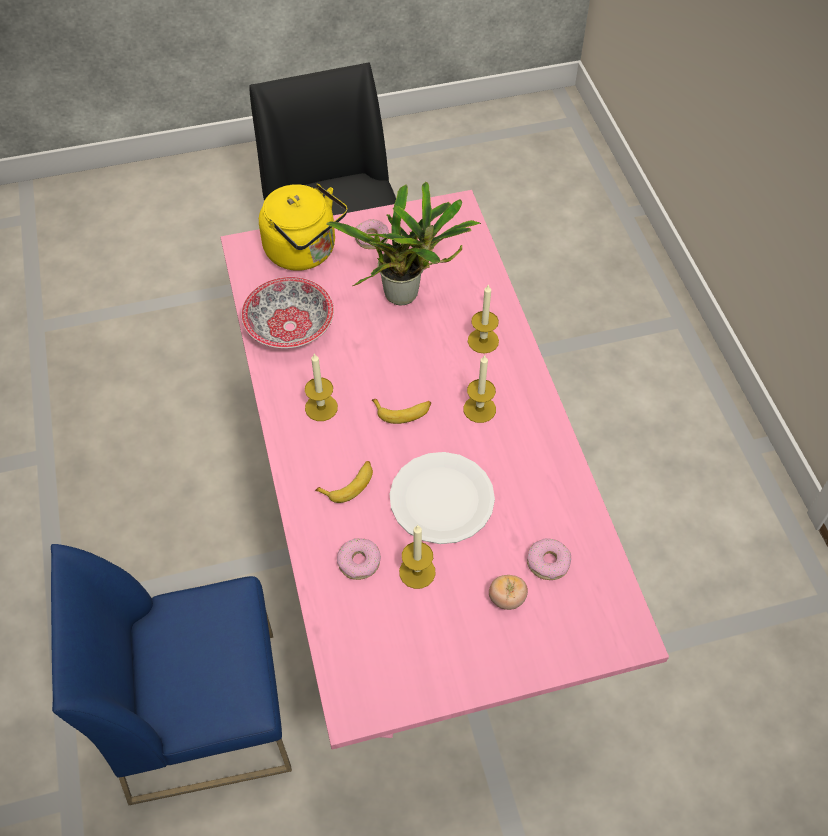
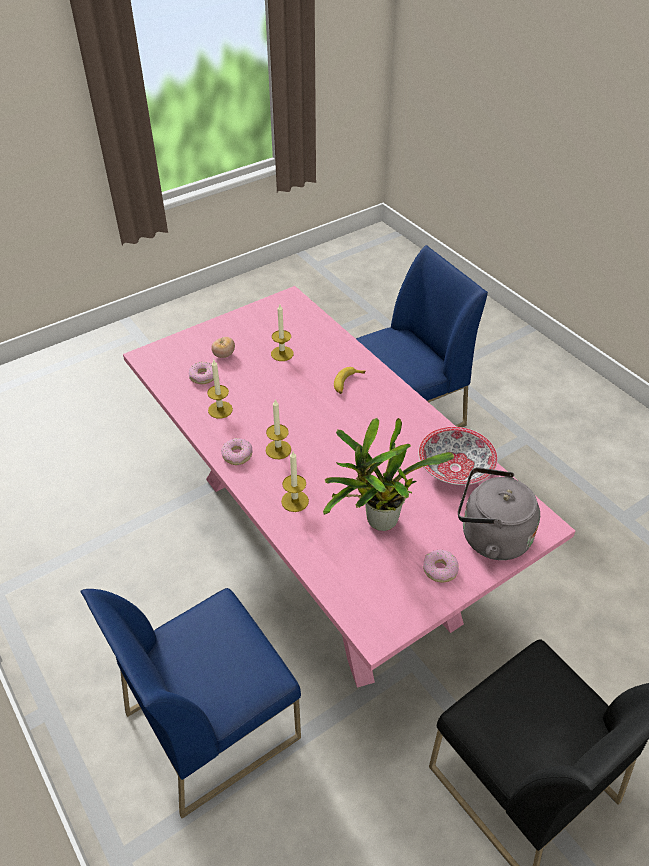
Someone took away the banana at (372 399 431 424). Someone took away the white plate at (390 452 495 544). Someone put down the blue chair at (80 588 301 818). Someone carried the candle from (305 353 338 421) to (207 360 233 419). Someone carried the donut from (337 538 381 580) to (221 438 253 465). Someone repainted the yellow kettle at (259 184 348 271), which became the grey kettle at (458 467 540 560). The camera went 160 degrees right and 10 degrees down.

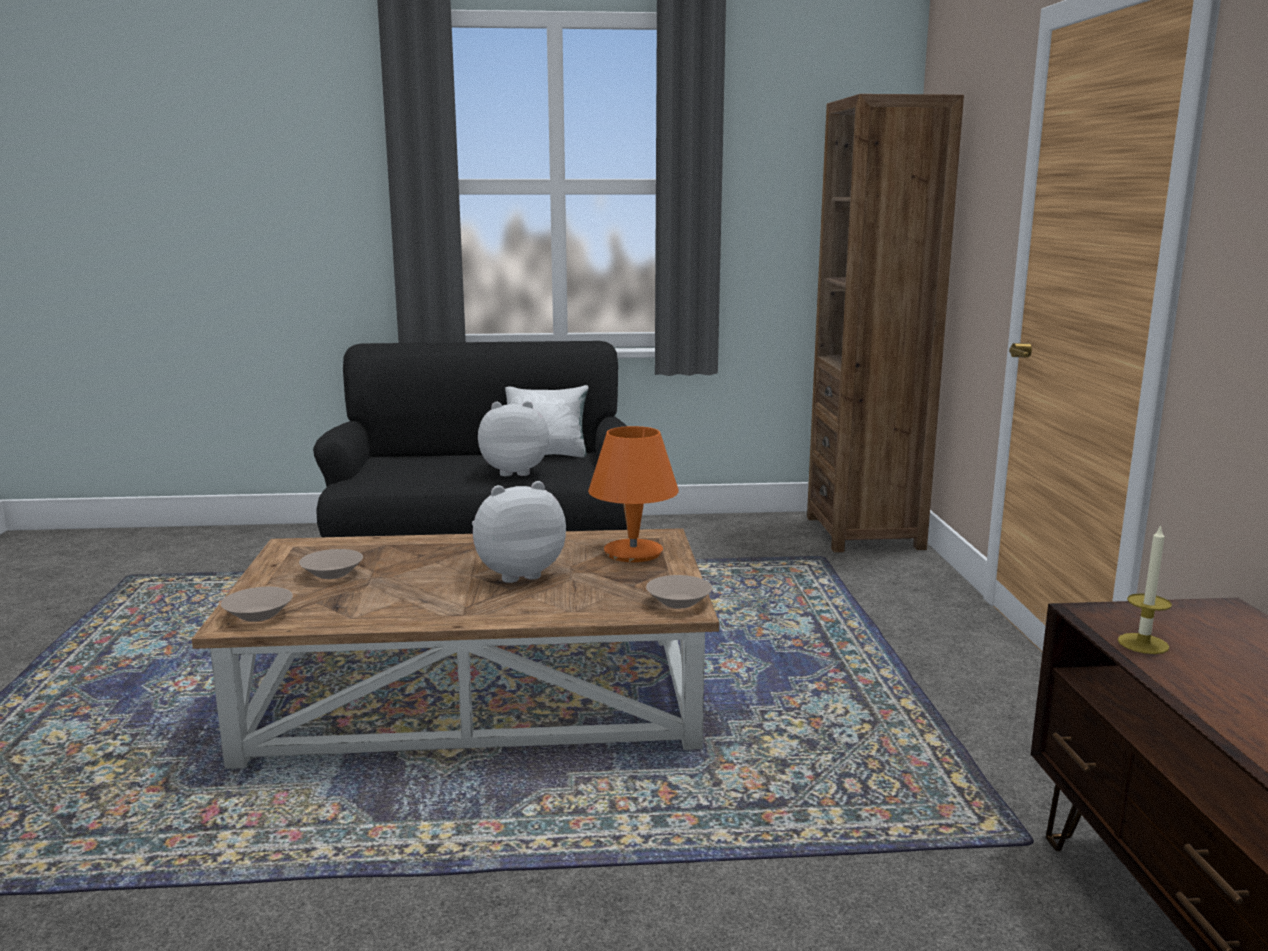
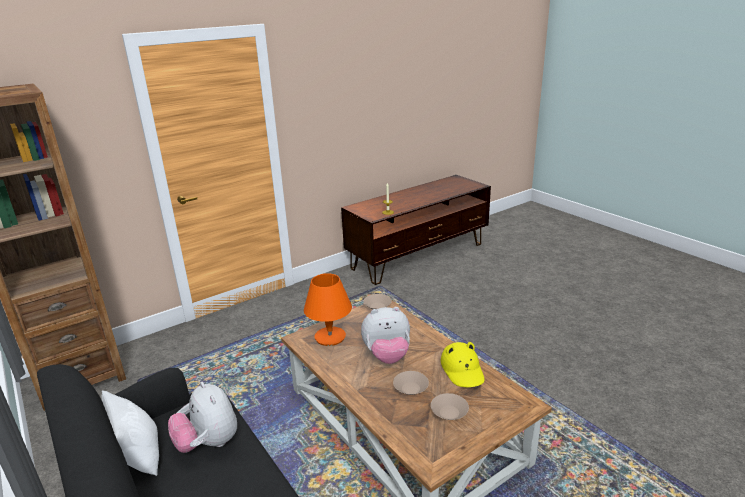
Someone put down the yellow hat at (441 342 485 387). Someone carried the beige bowl from (221 587 293 622) to (393 371 429 395). Someone rotated the plush toy at (472 481 566 583) by 45 degrees counterclockwise. The camera went 120 degrees left and 10 degrees up.

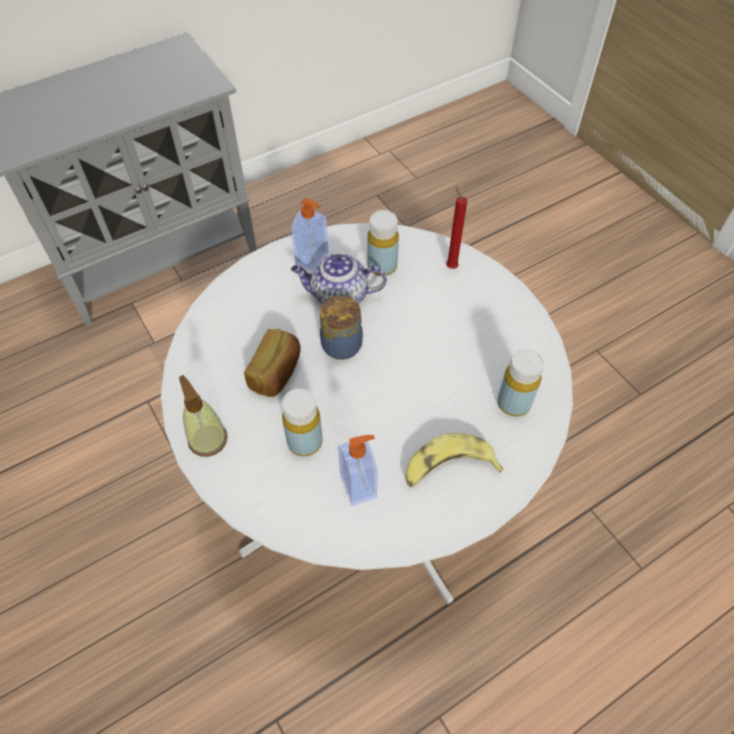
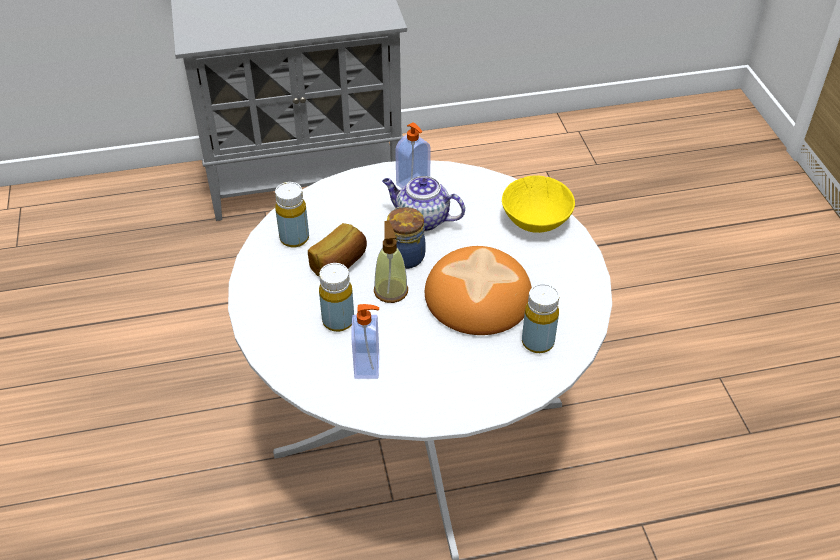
Someone took away the banana at (406 433 503 487). Someone put down the bread at (425 246 532 335). Someone carried the soap dispenser from (179 375 228 457) to (374 221 408 303). Someone carried the yellow bottle from (368 210 399 276) to (275 182 309 248). Someone swapped the red candle at (446 185 467 269) for the yellow bowl at (502 175 575 233). The camera went 20 degrees right and 10 degrees down.

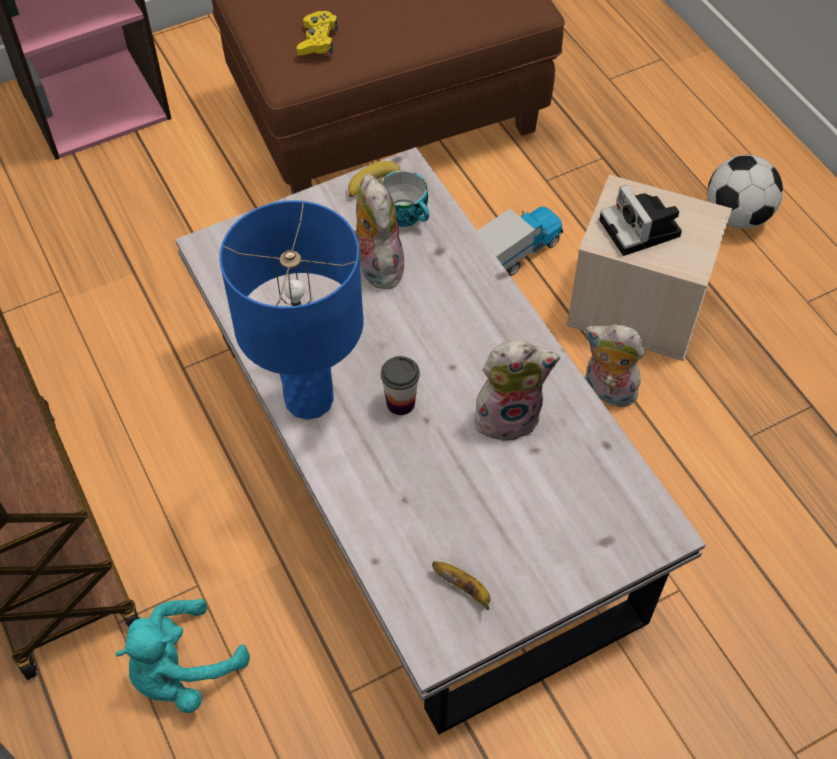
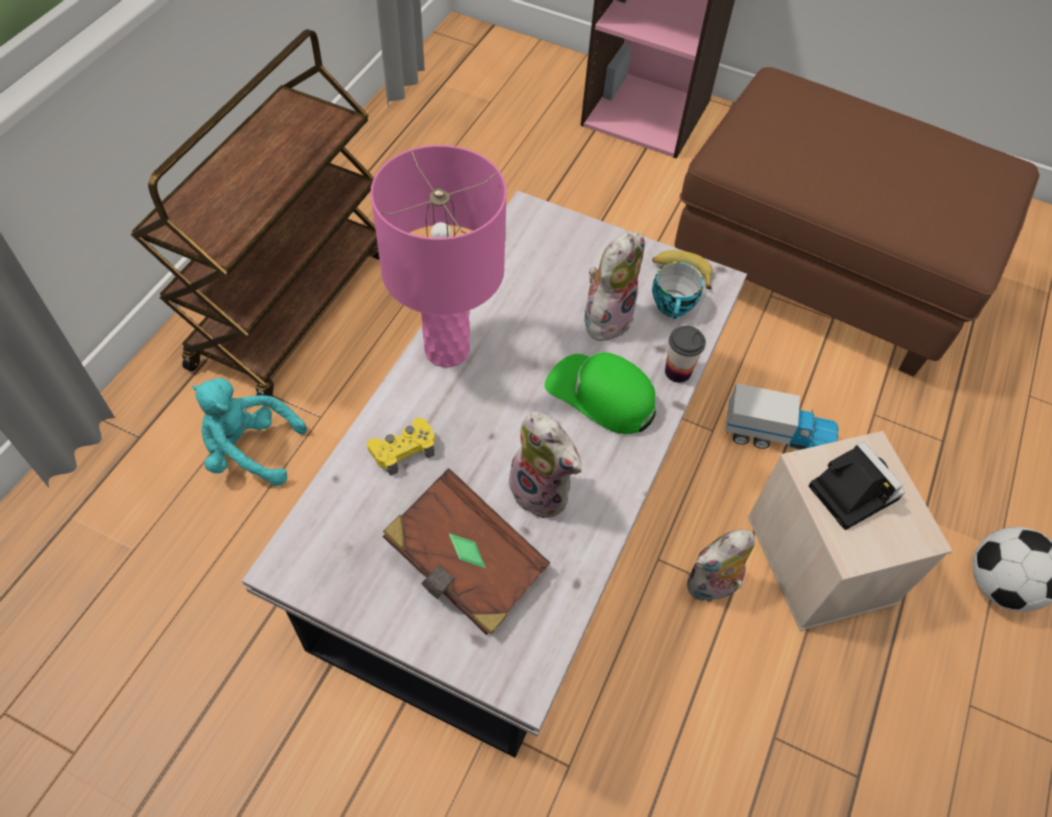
Someone took away the banana at (432 561 490 610). Someone put down the brown book at (383 468 550 635). Someone put down the green cap at (545 352 656 434). Someone carried the yellow game controller from (297 11 338 55) to (367 418 435 476). Someone carried the cup from (381 356 420 415) to (665 326 706 383). Someone repainted the blue table lamp at (219 200 364 420), which became the pink table lamp at (370 145 507 368). Someone rotated the plush toy at (585 324 645 407) by 105 degrees counterclockwise. Someone rotated the photo camera at (599 185 682 256) by 120 degrees clockwise. The camera went 50 degrees right and 0 degrees up.

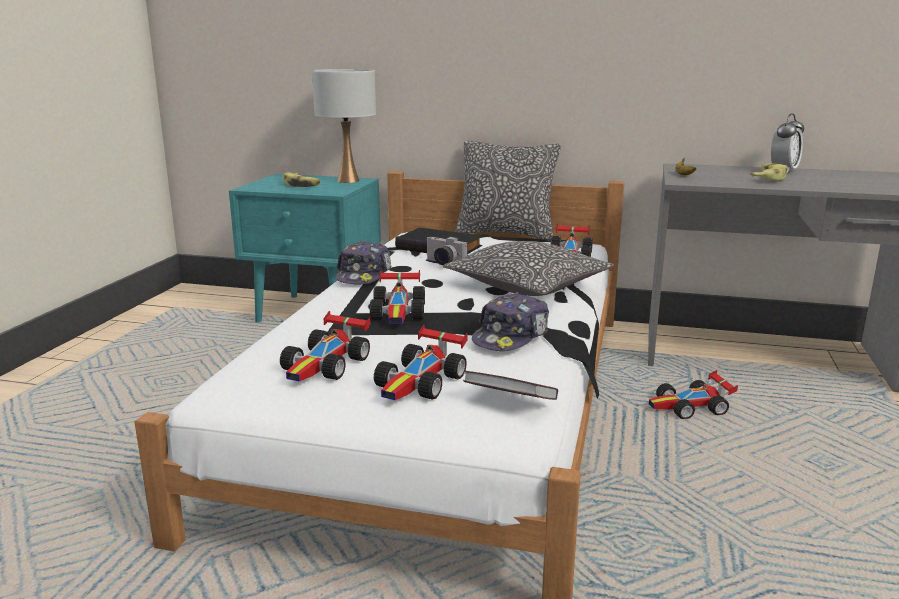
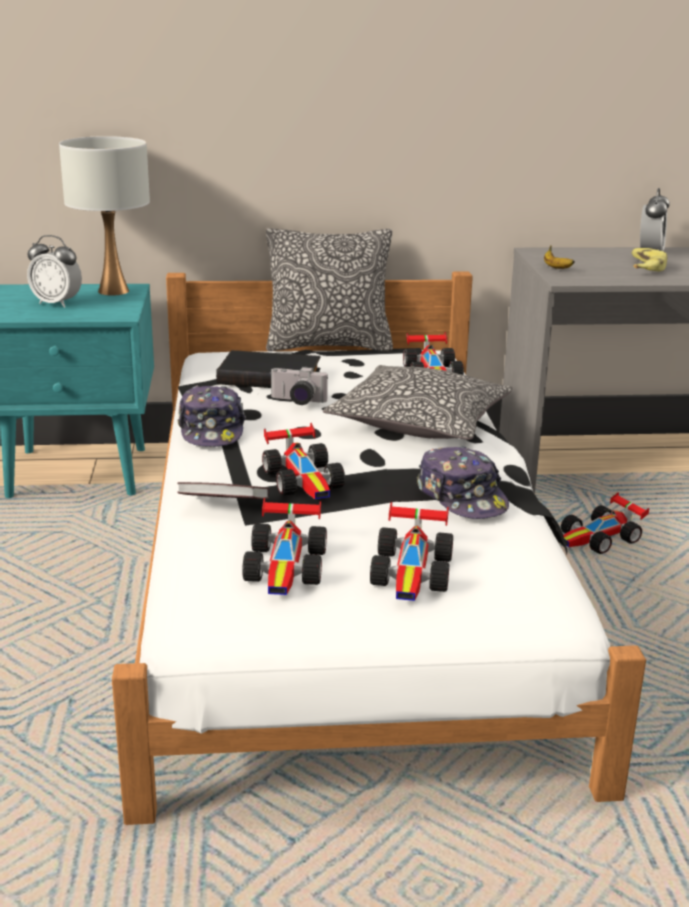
Someone carried the book from (463 371 558 400) to (177 482 269 499). Someone swapped the banana at (283 172 321 187) for the alarm clock at (27 235 82 308). Someone rotated the cap at (472 292 549 351) by 45 degrees counterclockwise. The camera went 20 degrees left and 5 degrees up.

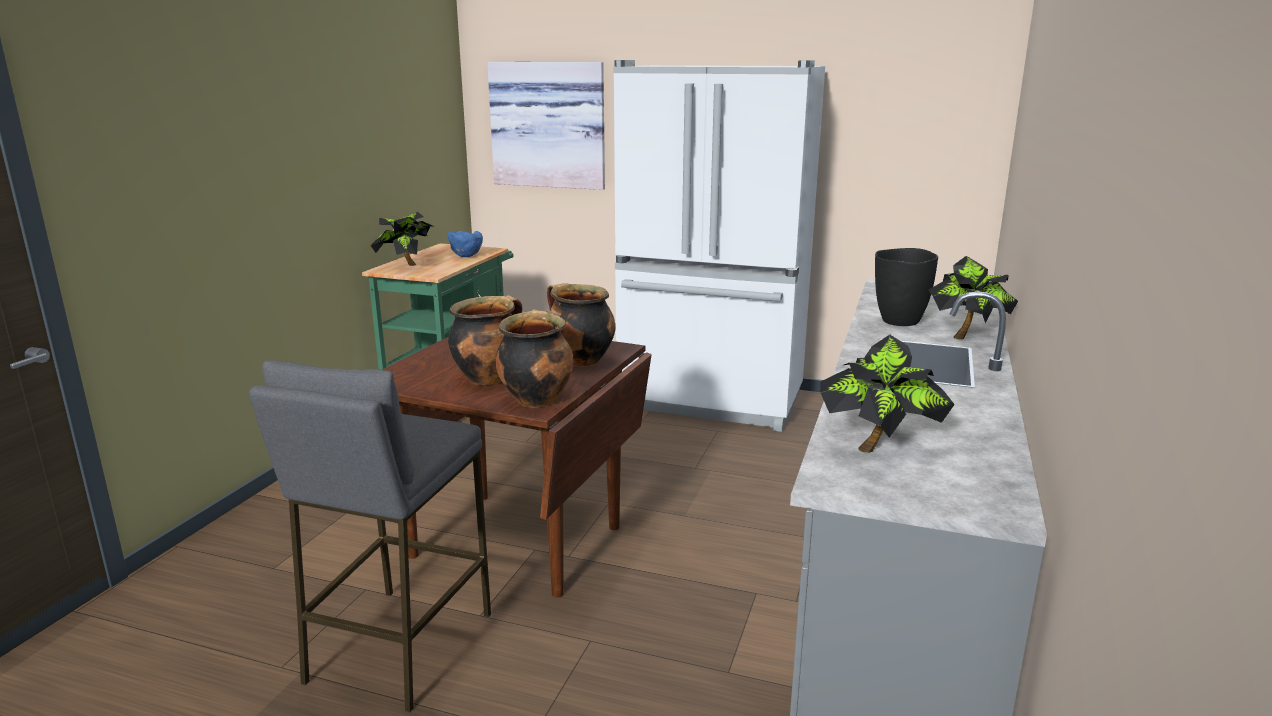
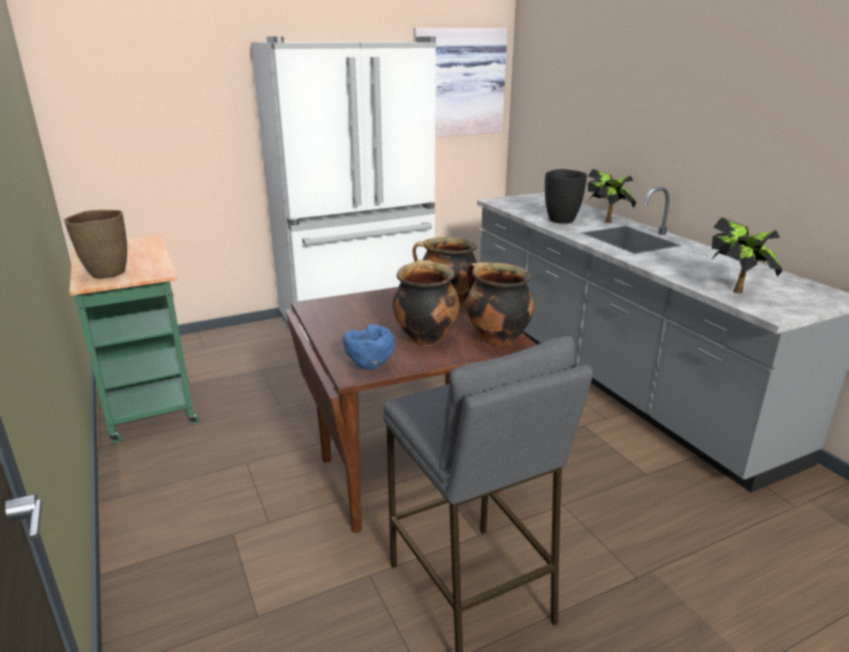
Someone carried the blue bowl from (448 231 483 257) to (343 324 395 370). Someone carried the picture from (487 62 605 190) to (414 28 507 137). Someone swapped the potted plant at (370 212 435 266) for the brown vase at (64 210 127 279). The camera went 45 degrees left and 5 degrees up.

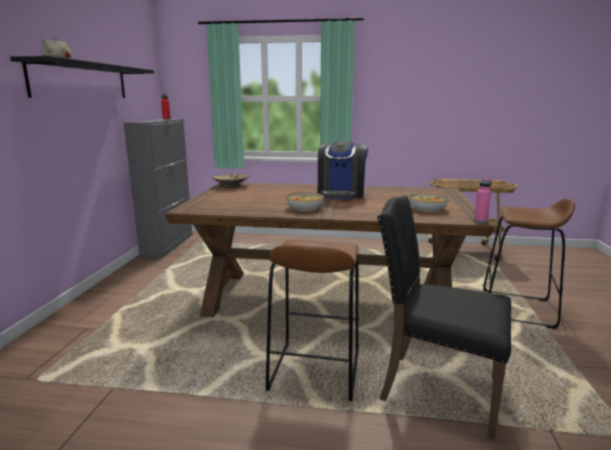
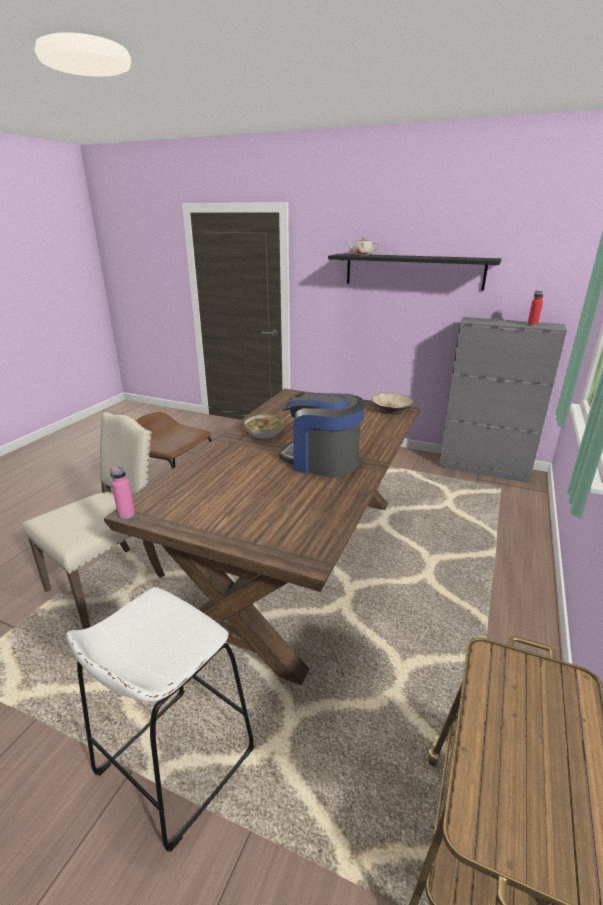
Someone took away the bowl at (409 193 449 212). Someone repainted the black chair at (377 195 511 440), which became the beige chair at (23 412 165 629). Someone repainted the brown stool at (483 199 575 329), which became the white stool at (66 587 254 852). The camera went 105 degrees right and 10 degrees up.

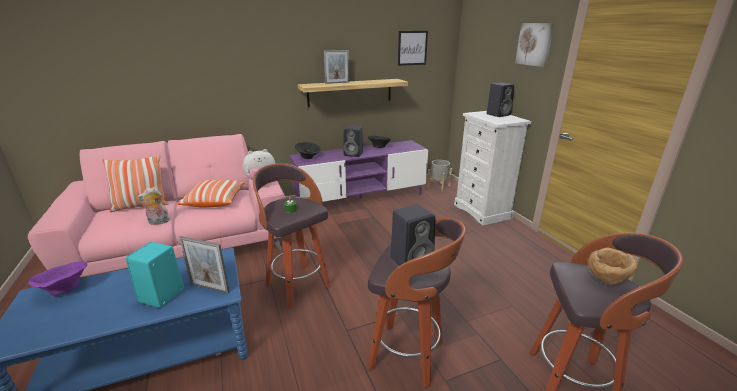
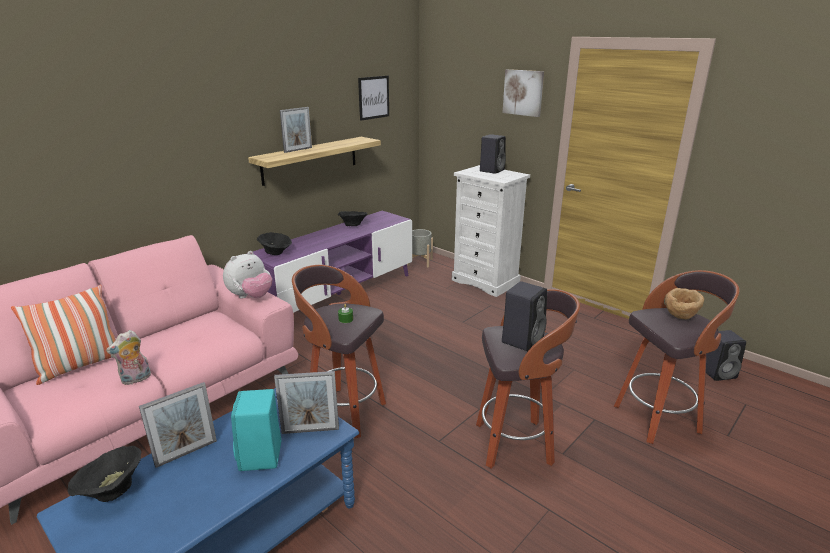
Someone took away the pillow at (177 180 245 208). Someone put down the picture frame at (139 382 217 468). Someone carried the black speaker from (343 125 363 157) to (706 330 746 381). Someone repainted the purple bowl at (28 261 88 296), which became the black bowl at (68 446 141 502). The camera went 25 degrees left and 0 degrees up.

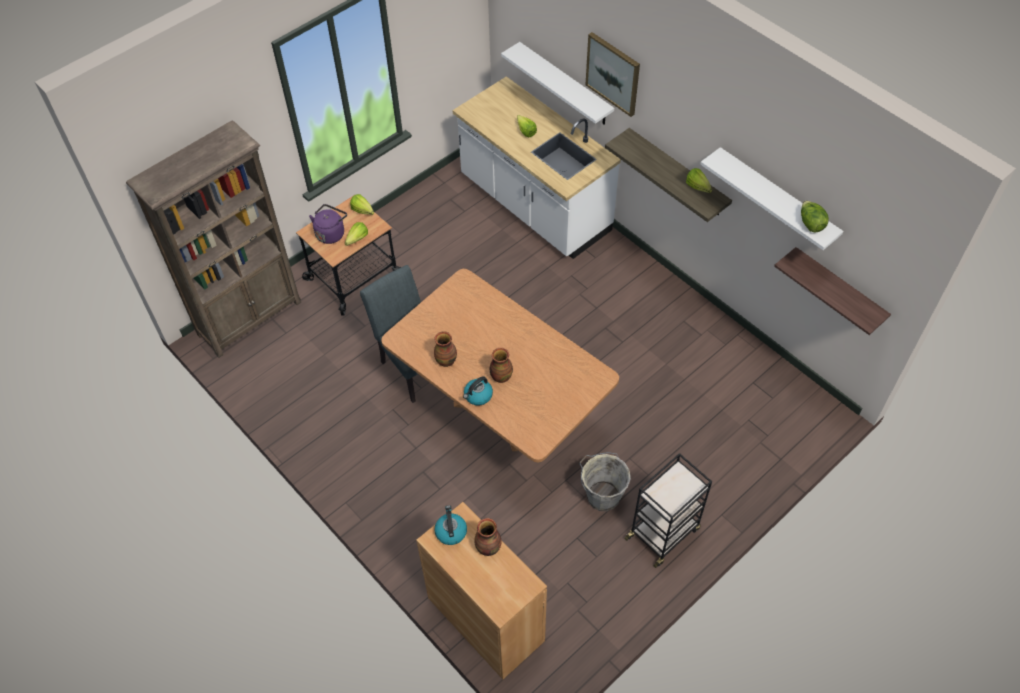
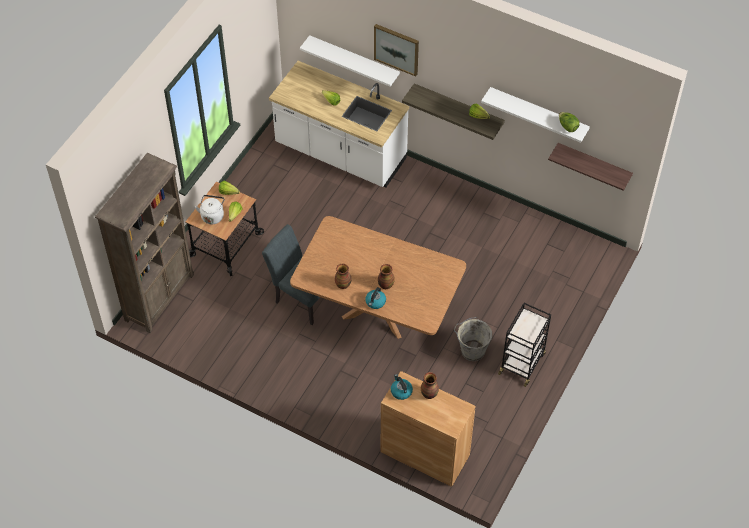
Someone repainted the purple kettle at (309 204 347 244), which became the white kettle at (195 195 225 224). The camera went 20 degrees left and 0 degrees up.

